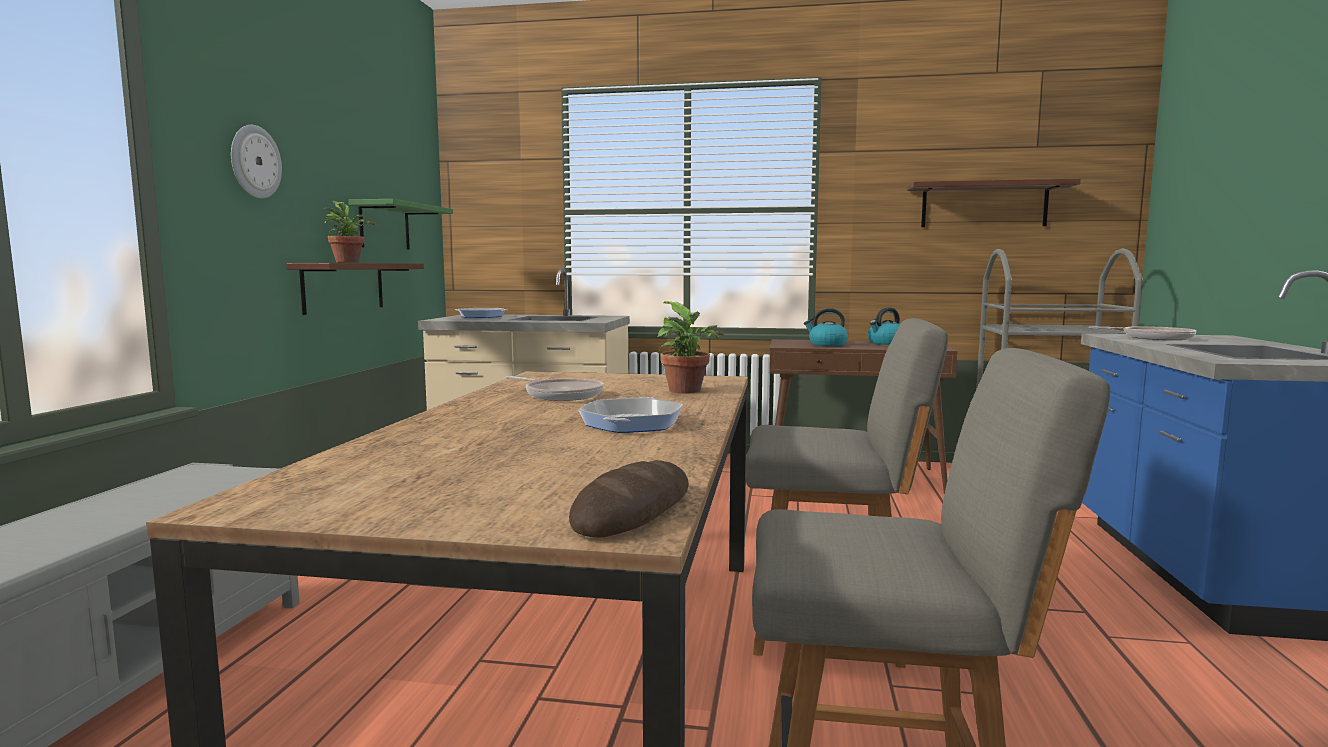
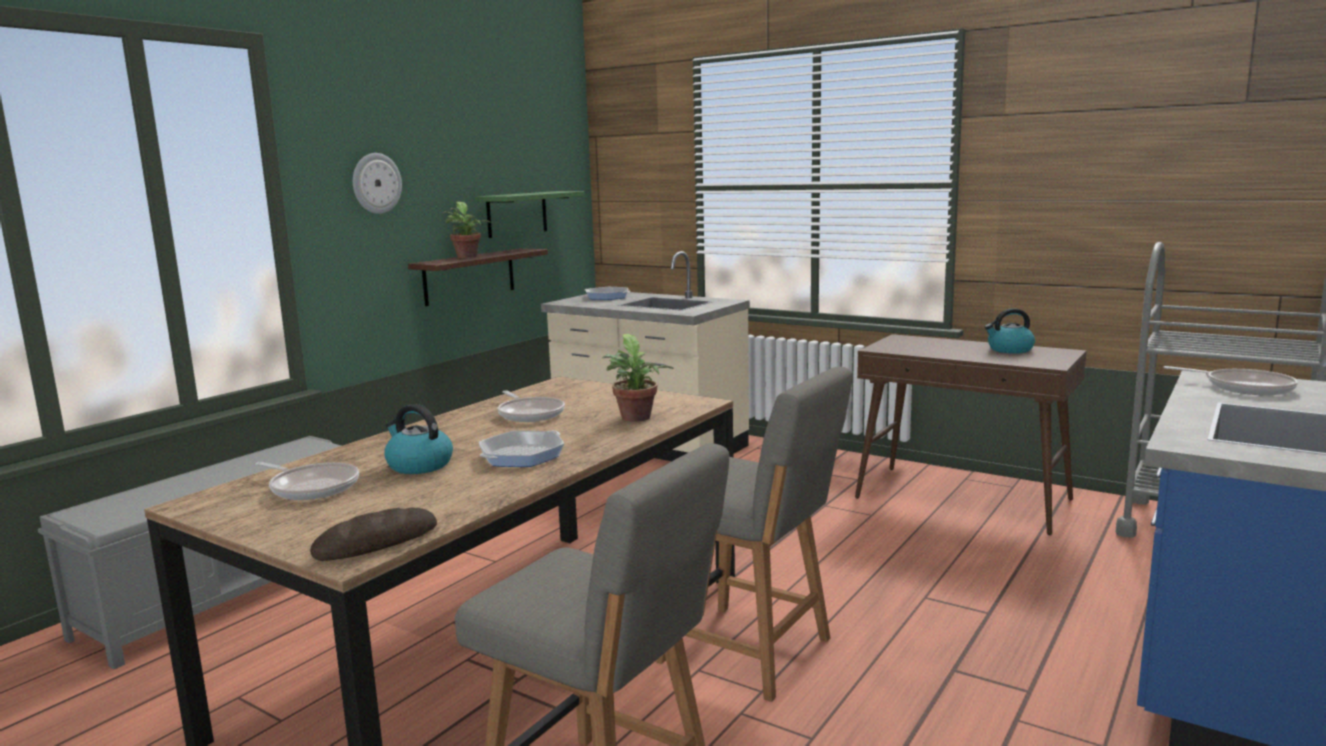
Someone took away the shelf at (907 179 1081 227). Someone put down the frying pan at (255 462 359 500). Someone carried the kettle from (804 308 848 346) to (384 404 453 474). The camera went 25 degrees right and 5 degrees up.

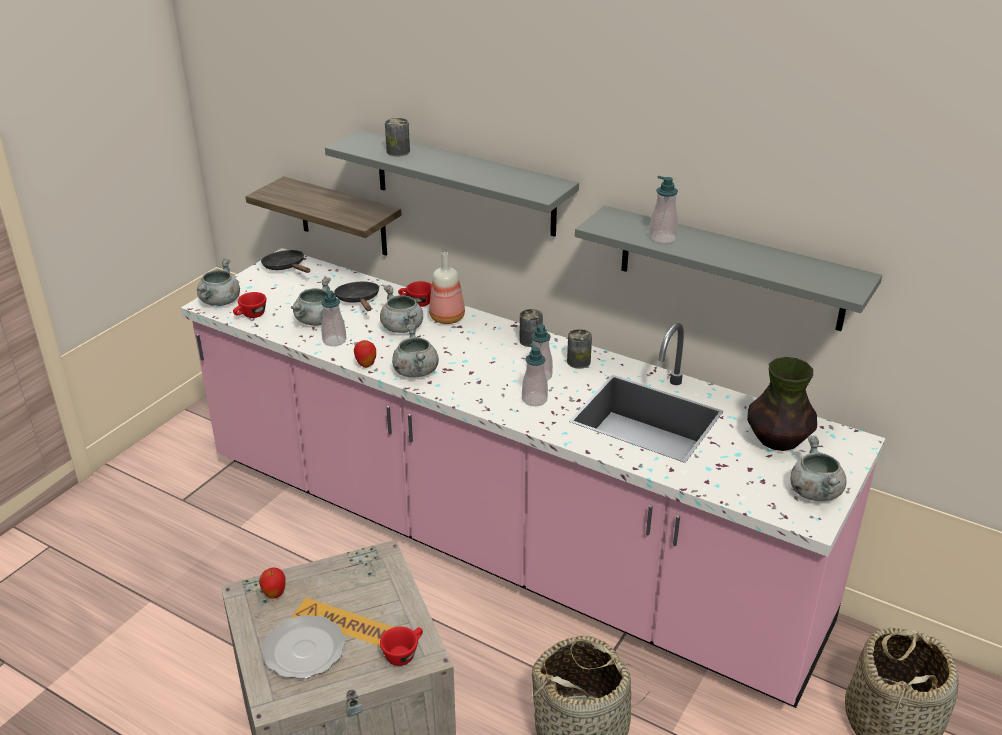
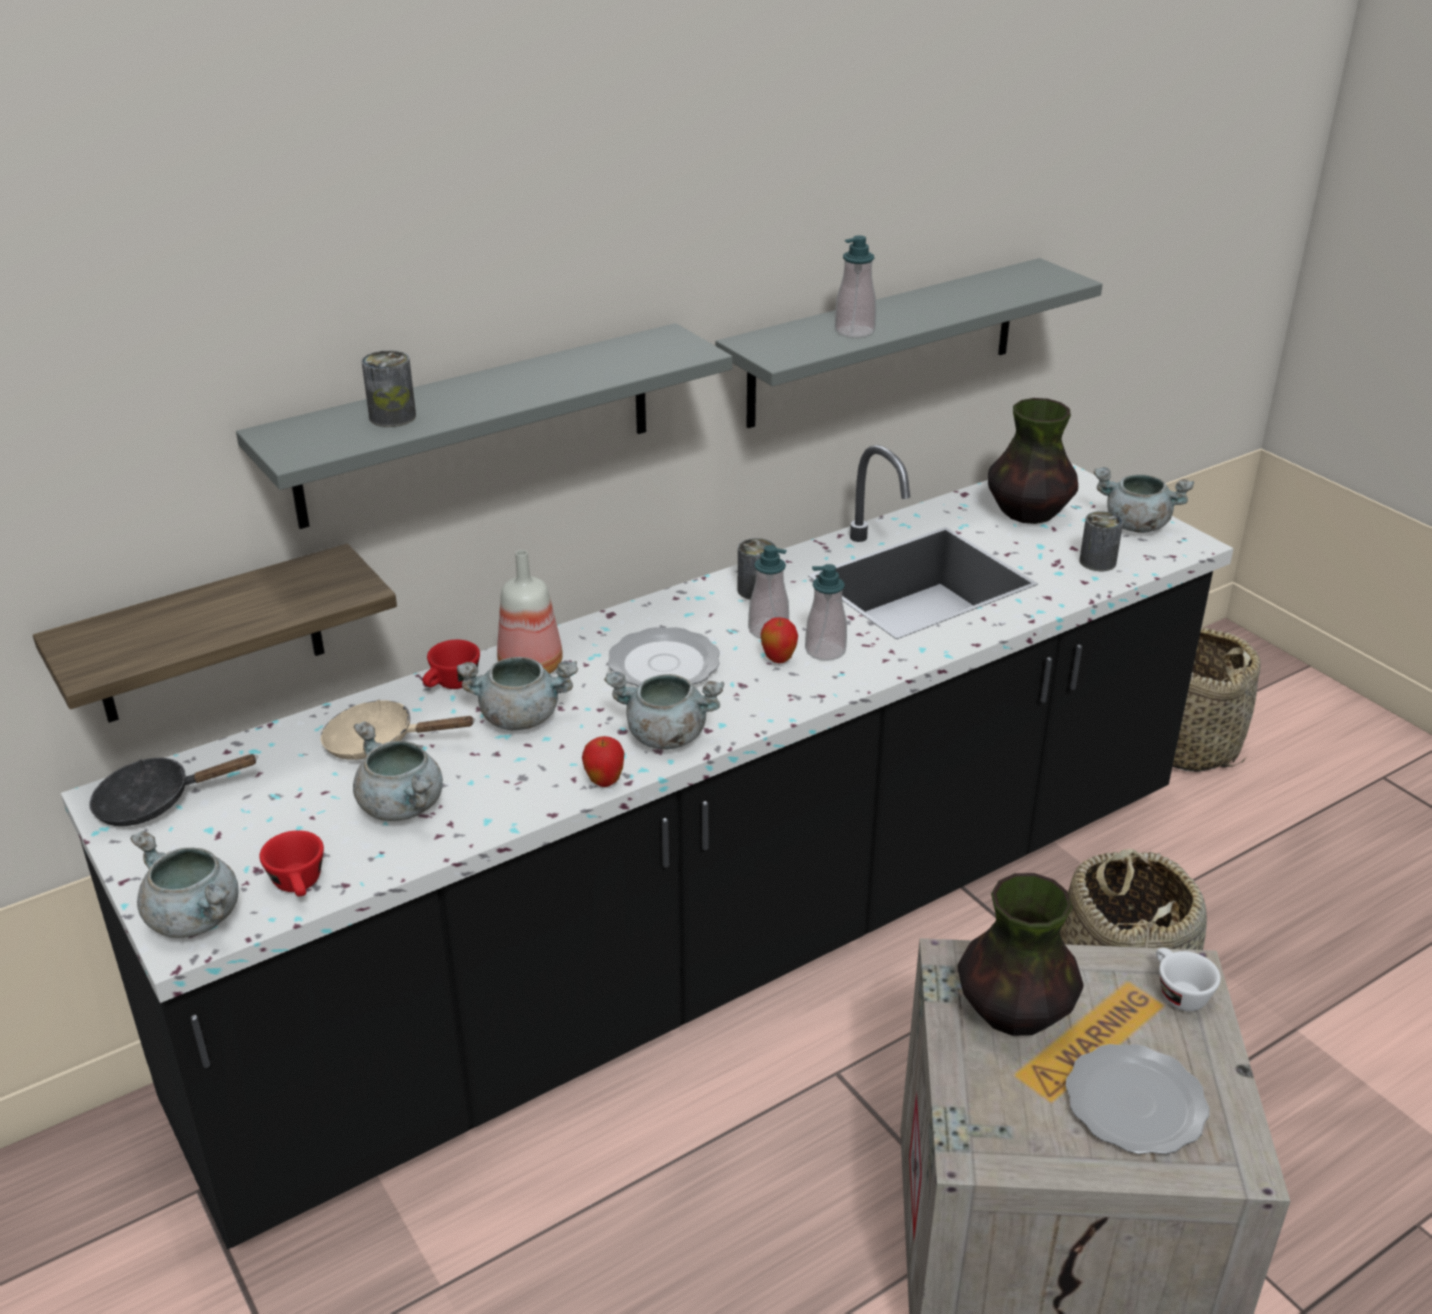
Someone took away the soap dispenser at (321 290 346 346). Someone put down the plate at (608 627 720 686). Someone put down the vase at (957 873 1084 1036). Someone carried the apple from (259 567 285 599) to (761 617 798 663). Someone carried the can from (520 309 543 347) to (1079 511 1123 571). Someone repainted the pink counter at (181 248 886 708), which became the black counter at (61 445 1234 1250). Someone repainted the black frying pan at (334 282 380 311), which became the beige frying pan at (321 700 475 760). Someone repainted the red cup at (380 627 423 666), which became the white cup at (1156 948 1221 1011). The camera went 65 degrees left and 0 degrees up.

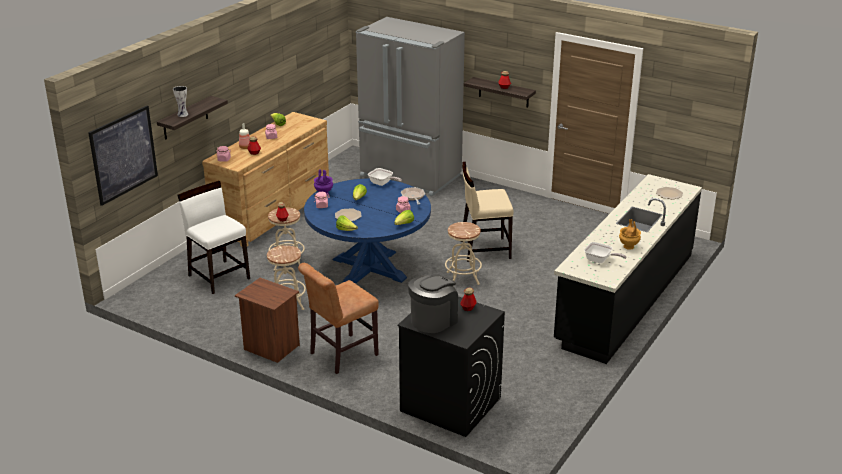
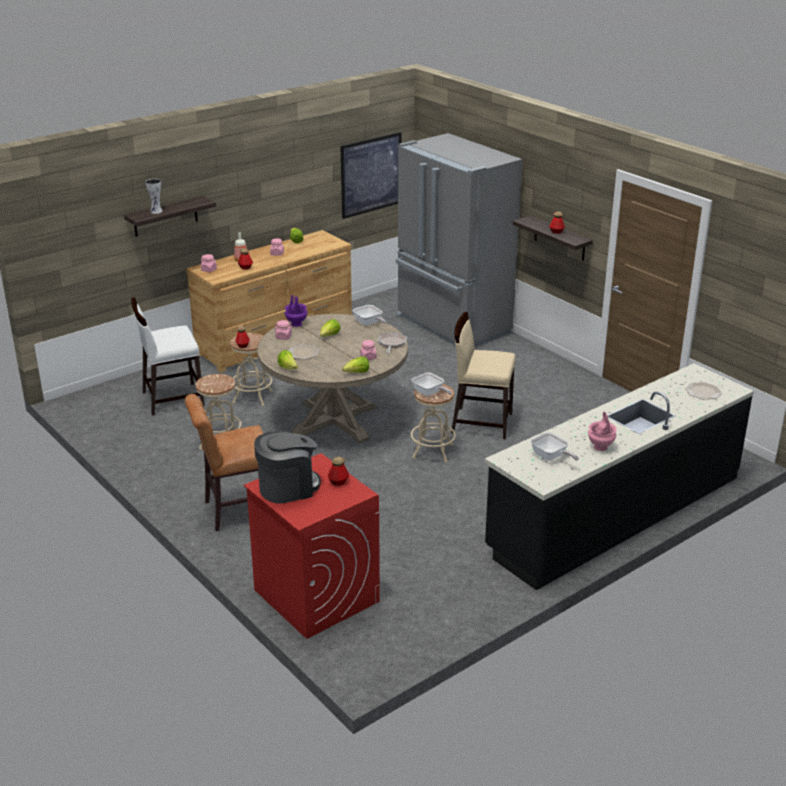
Someone took away the brown nightstand at (235 278 300 363). Someone put down the frying pan at (412 372 452 396). Someone carried the picture from (88 105 158 206) to (340 132 401 219). Someone repainted the blue dining table at (304 178 431 284), which became the beige dining table at (257 314 408 443). Someone repainted the black washing machine at (397 296 505 437), which became the red washing machine at (244 453 380 639). Someone repainted the brown vase at (619 219 641 250), which became the pink vase at (588 412 617 451). Someone rotated the white chair at (178 181 250 294) by 90 degrees counterclockwise. The camera went 20 degrees right and 0 degrees up.

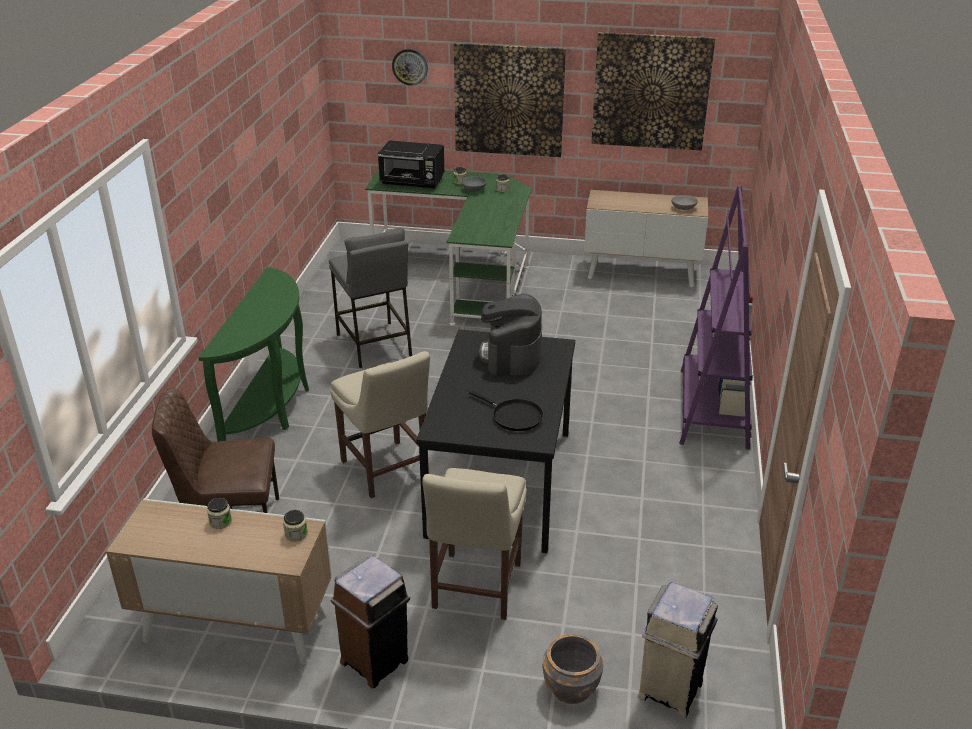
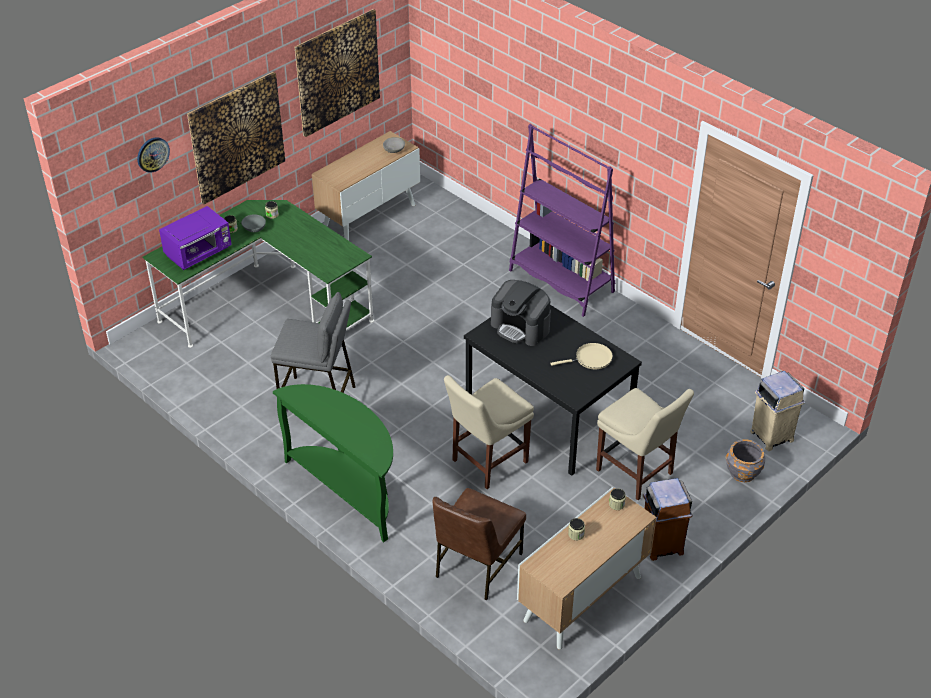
Someone repainted the black microwave at (378 140 444 189), which became the purple microwave at (159 206 232 270). Someone repainted the black frying pan at (469 391 544 431), which became the beige frying pan at (550 343 613 369). Someone rotated the beige chair at (330 351 430 498) by 135 degrees clockwise. The camera went 55 degrees left and 10 degrees up.

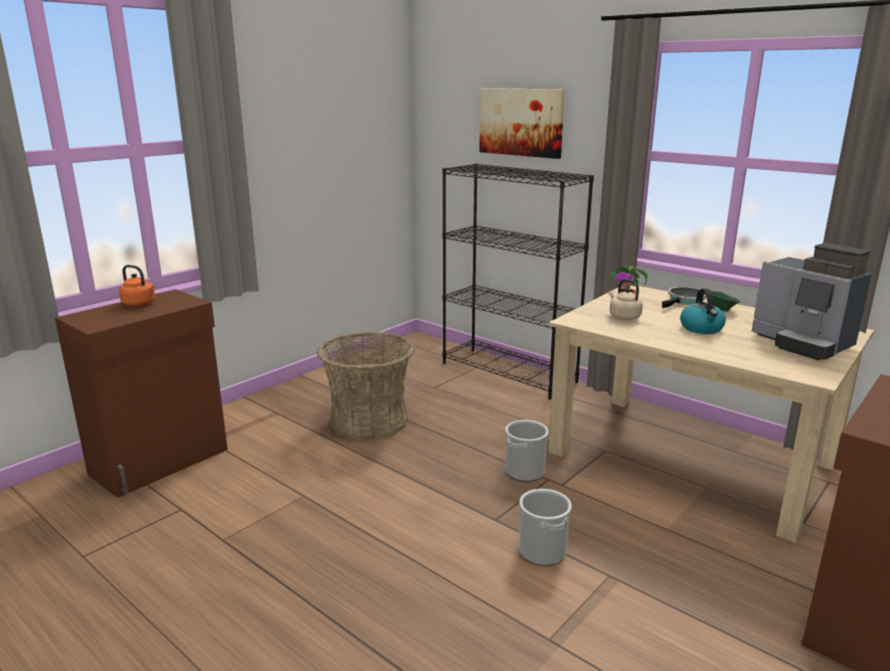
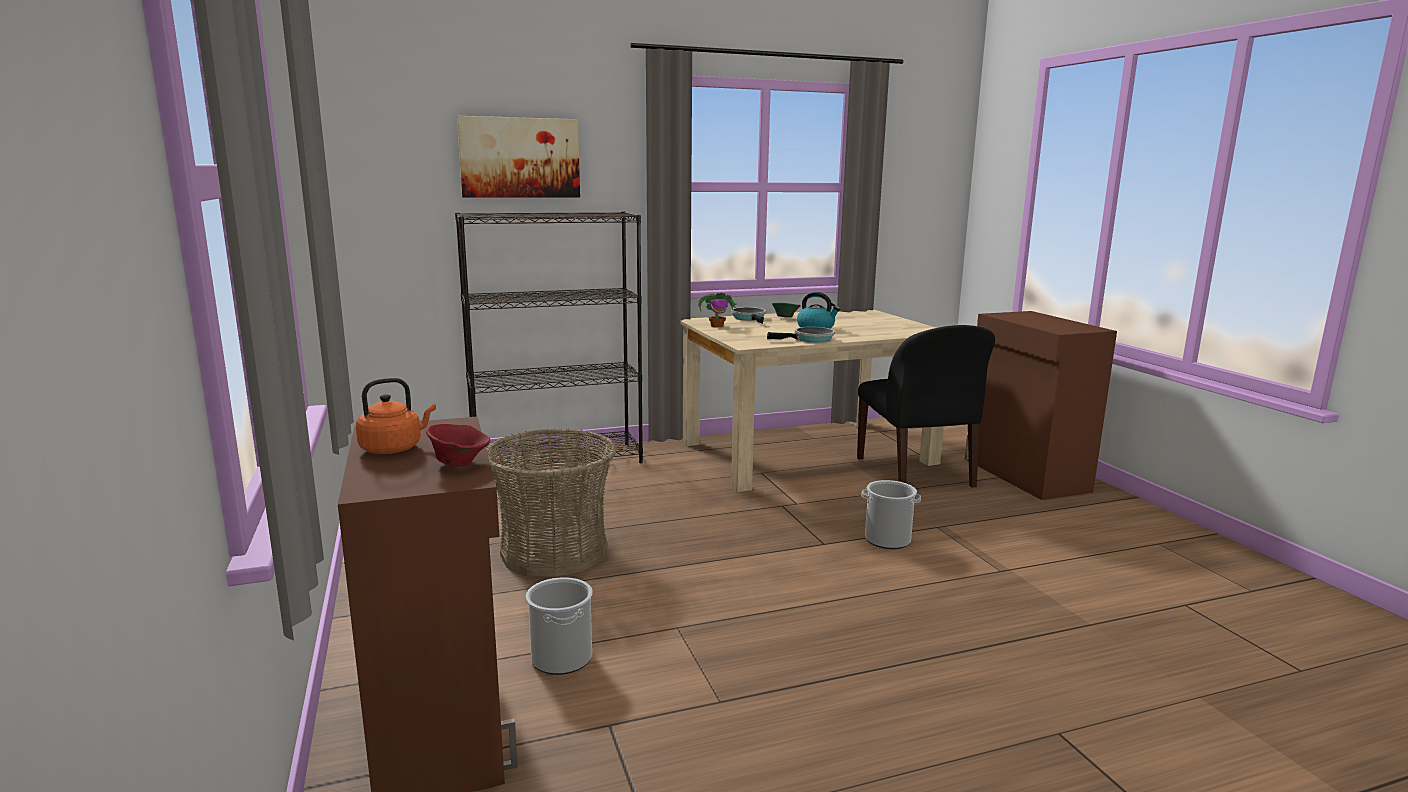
Someone took away the beige kettle at (609 279 643 320). Someone took away the coffee machine at (752 243 872 360). Someone put down the red bowl at (426 424 490 466). Someone put down the frying pan at (767 327 835 343). Someone put down the black chair at (857 325 995 488). Someone carried the bucket from (505 420 549 482) to (526 577 593 675). The camera went 60 degrees left and 5 degrees down.

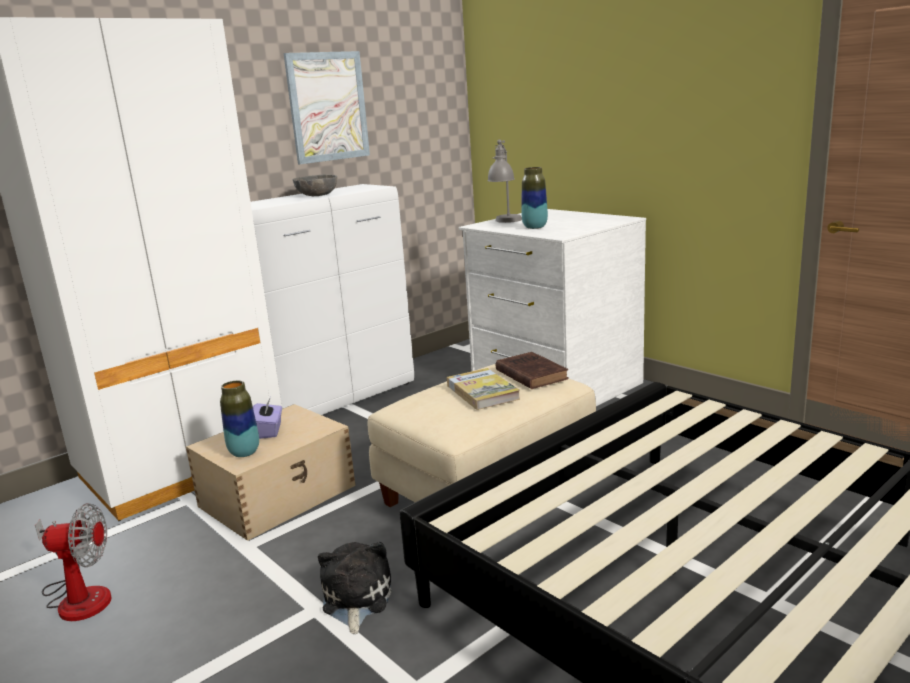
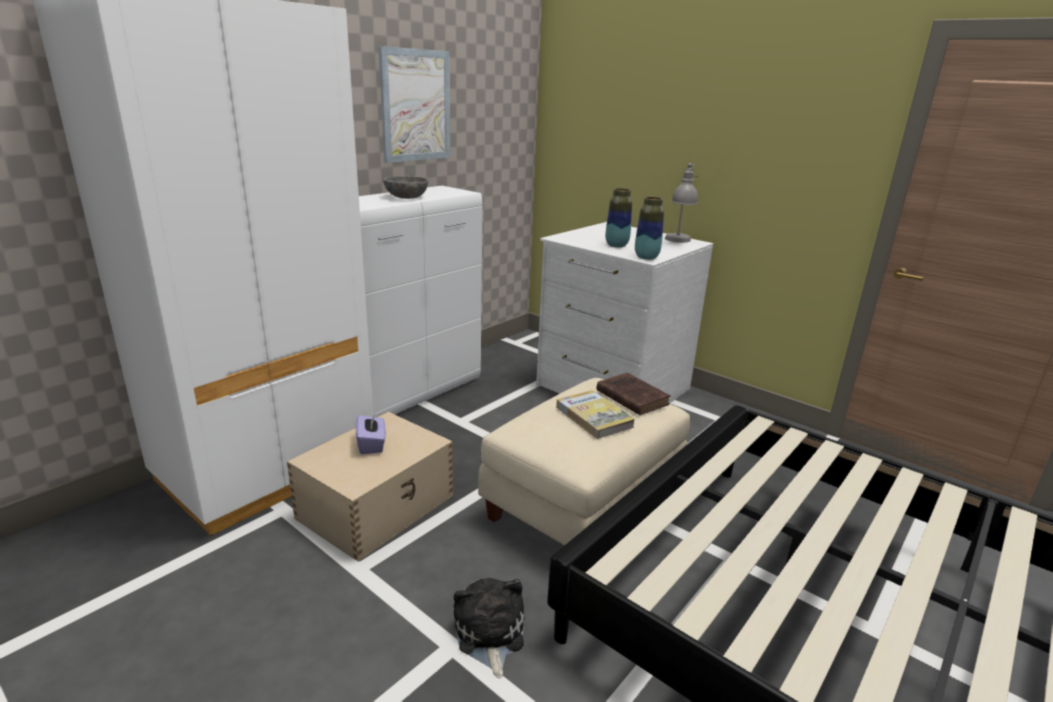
Someone took away the fan at (35 503 112 621). Someone carried the vase from (220 381 259 457) to (635 197 664 260). Someone carried the grey table lamp from (487 140 522 223) to (665 163 698 243). The camera went 10 degrees left and 5 degrees up.

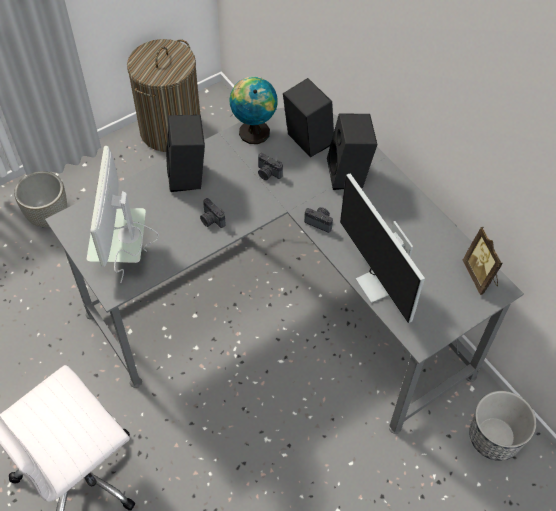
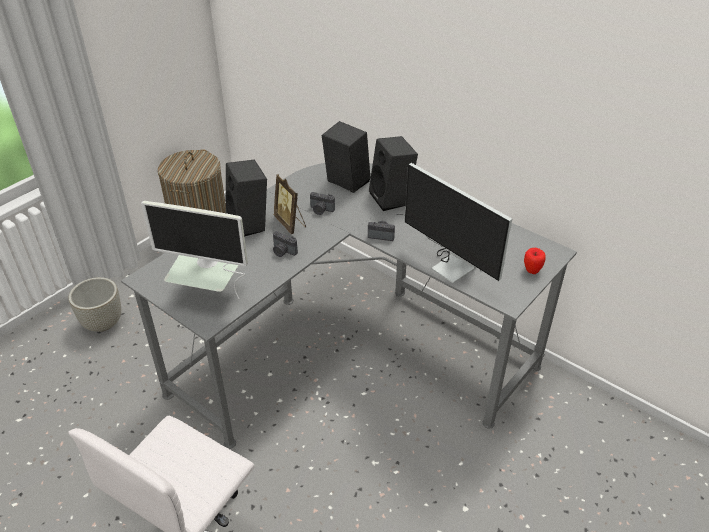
Someone took away the globe at (230 77 278 144). Someone took away the planter at (469 391 536 461). Someone put down the apple at (524 248 546 274). Someone carried the picture frame from (463 227 503 295) to (274 174 306 234). Someone rotated the monitor at (87 146 159 283) by 60 degrees counterclockwise. The camera went 15 degrees left and 15 degrees down.

